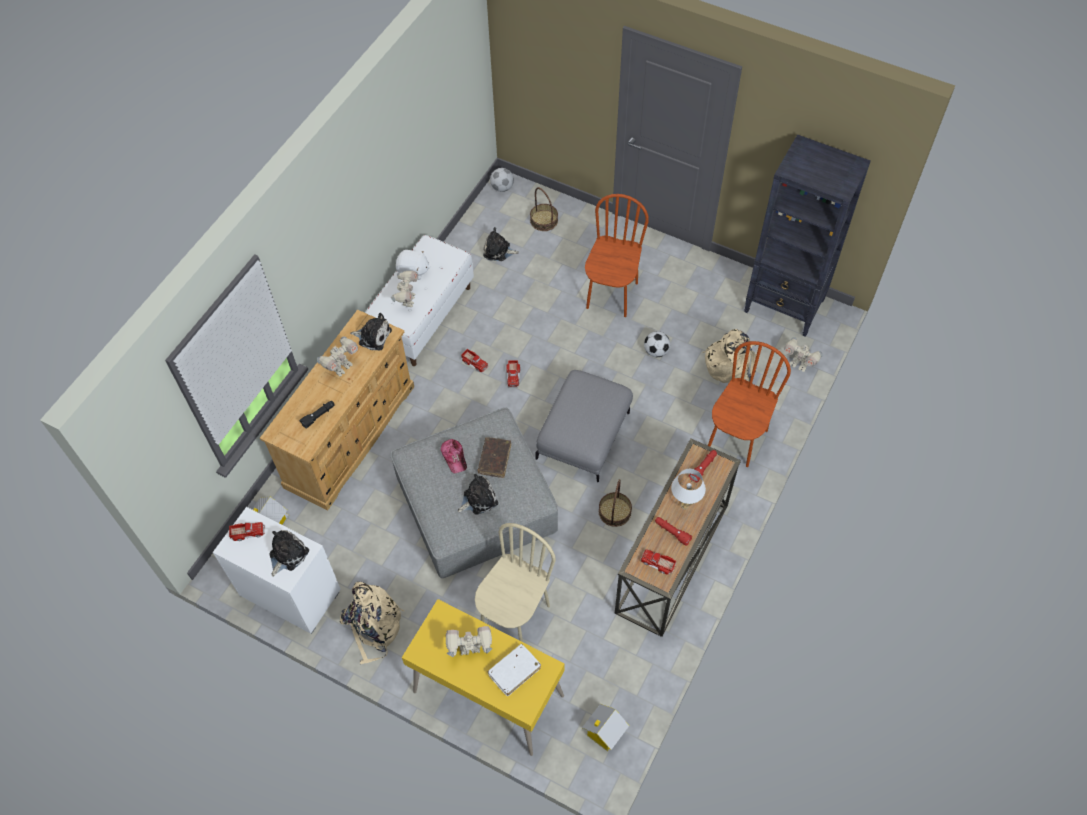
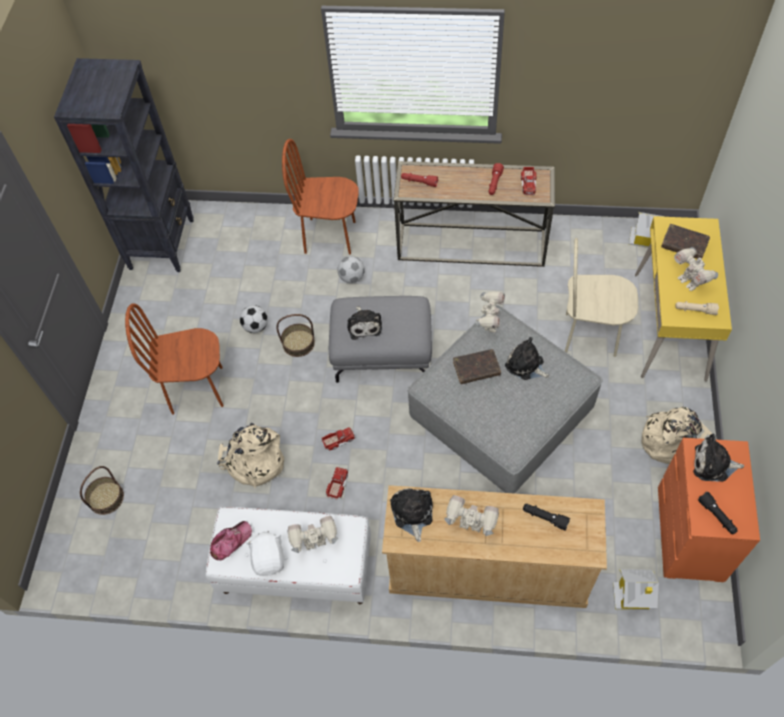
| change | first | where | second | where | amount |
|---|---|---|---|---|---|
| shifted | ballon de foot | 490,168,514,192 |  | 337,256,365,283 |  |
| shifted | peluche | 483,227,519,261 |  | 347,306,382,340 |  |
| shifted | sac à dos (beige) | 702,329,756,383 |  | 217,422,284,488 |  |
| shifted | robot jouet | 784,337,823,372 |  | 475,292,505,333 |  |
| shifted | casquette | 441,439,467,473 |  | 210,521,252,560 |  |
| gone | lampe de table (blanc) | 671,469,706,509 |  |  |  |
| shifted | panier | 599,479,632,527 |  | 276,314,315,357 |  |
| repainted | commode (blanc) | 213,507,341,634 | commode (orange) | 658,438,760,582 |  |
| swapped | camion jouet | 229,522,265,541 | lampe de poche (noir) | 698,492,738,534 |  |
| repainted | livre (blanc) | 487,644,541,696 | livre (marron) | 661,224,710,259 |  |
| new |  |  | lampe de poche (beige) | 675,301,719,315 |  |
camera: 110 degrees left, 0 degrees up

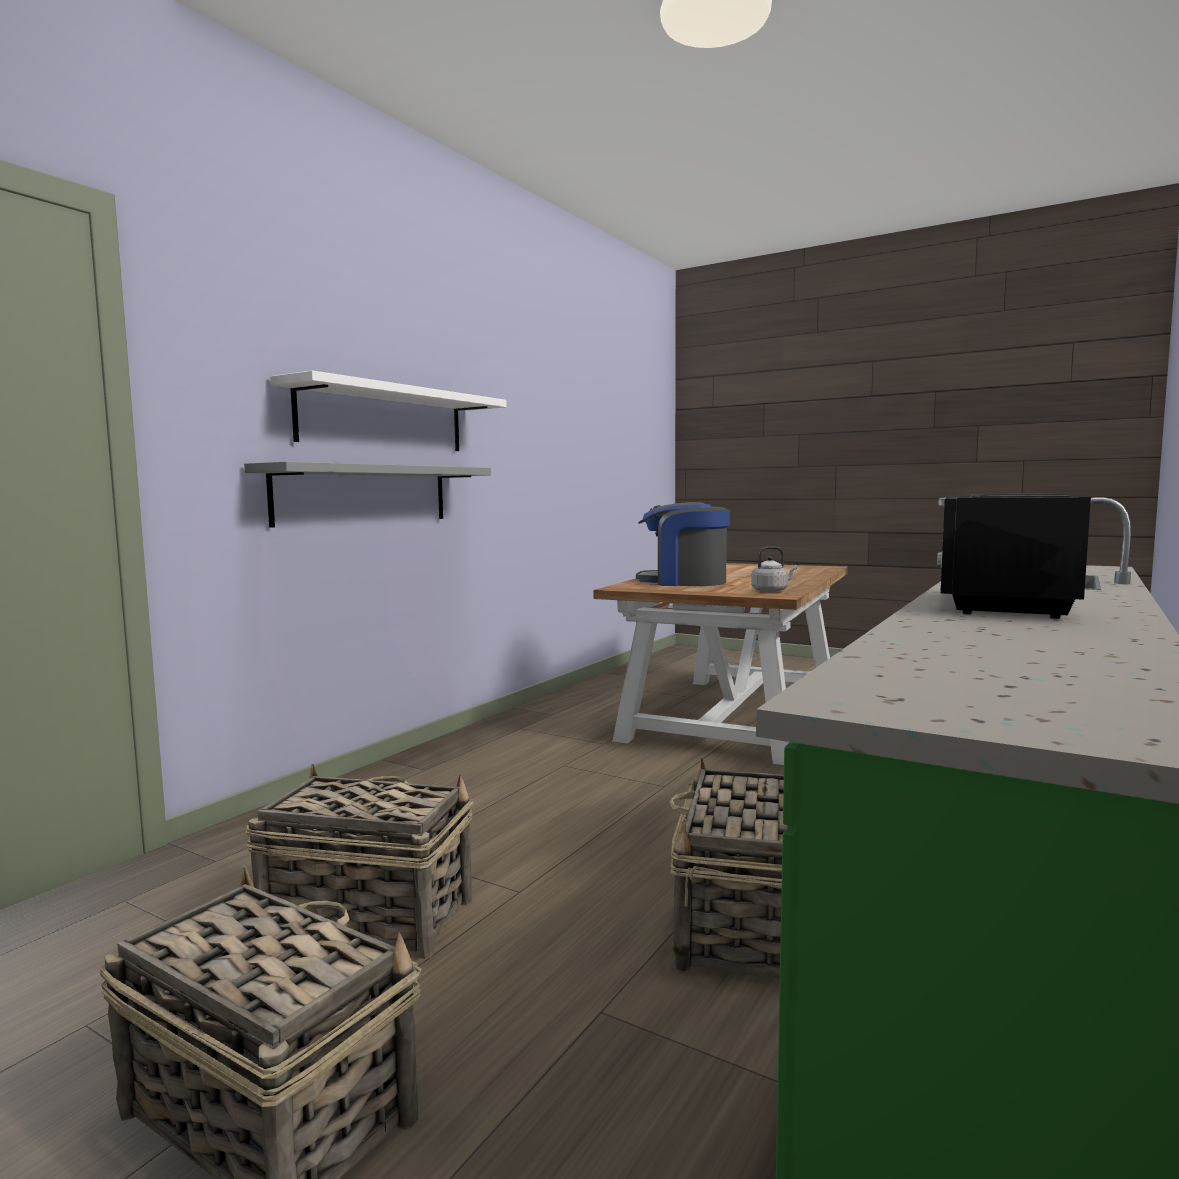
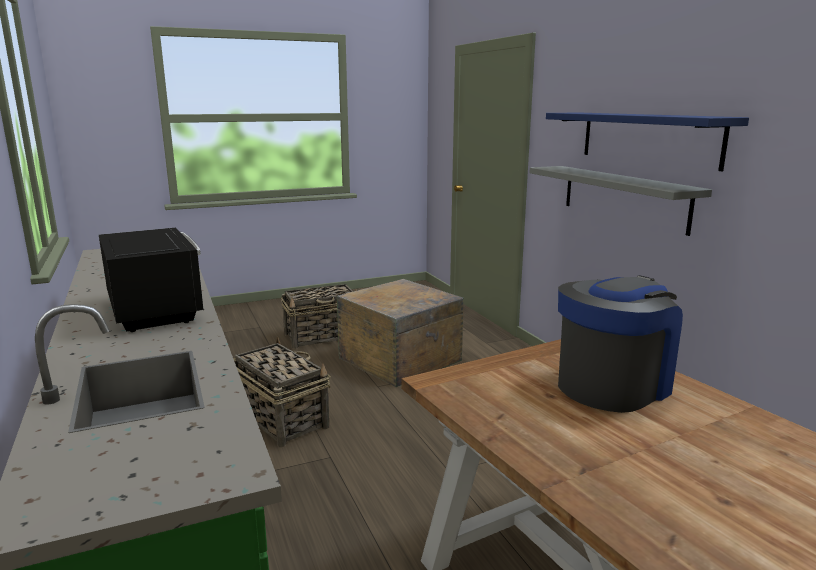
| change | first | where | second | where | amount |
|---|---|---|---|---|---|
| repainted | étagère (blanc) | 270,370,507,451 | étagère (bleu) | 546,113,749,171 |  |
| gone | bouilloire (gris) | 751,546,797,592 |  |  |  |
| swapped | panier | 246,763,474,959 | caisse | 337,279,464,387 |  |
camera: 125 degrees right, 10 degrees up

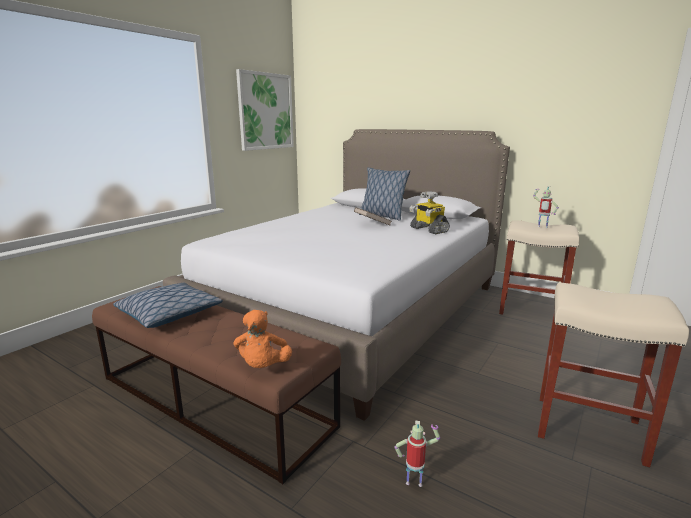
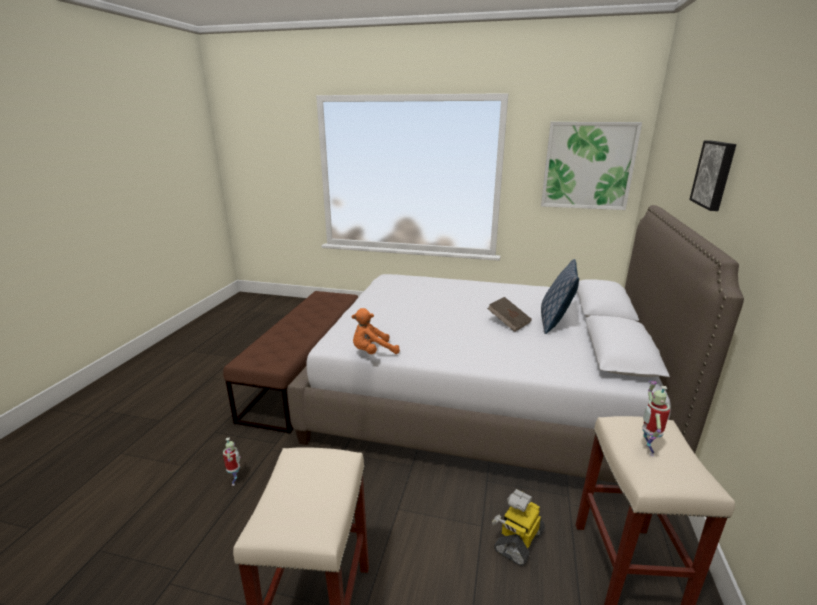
| change | first | where | second | where | amount |
|---|---|---|---|---|---|
| shifted | robot jouet | 409,191,450,234 |  | 492,489,545,566 |  |
| gone | coussin | 113,282,223,328 |  |  |  |
| shifted | peluche (orange) | 233,310,292,368 |  | 352,308,400,354 |  |
| new |  |  | tableau | 689,140,737,211 |  |
camera: 70 degrees right, 5 degrees up

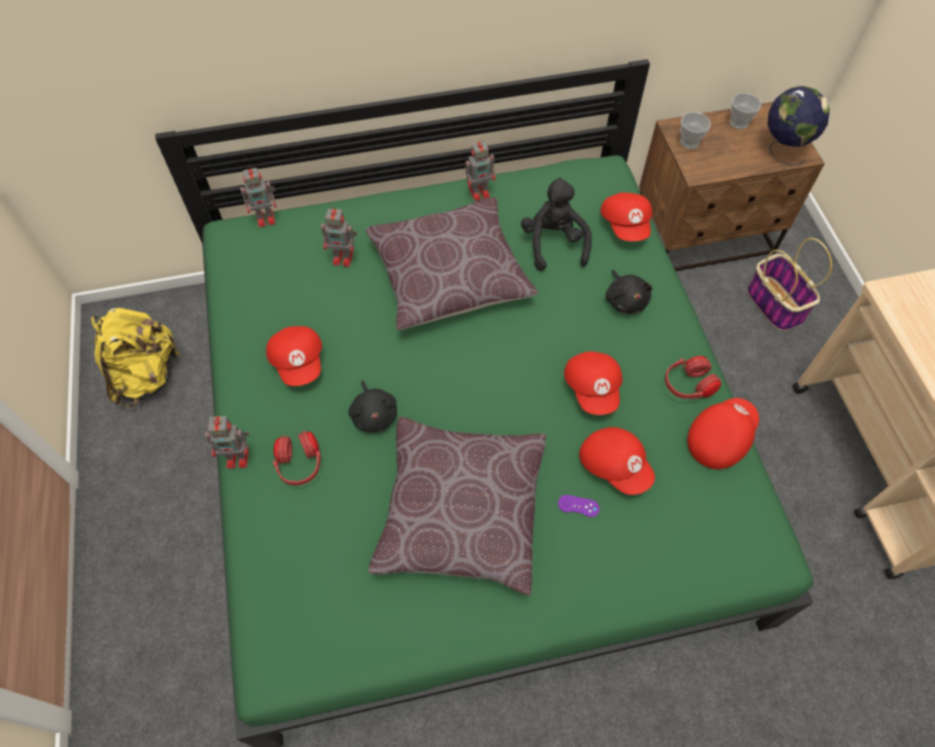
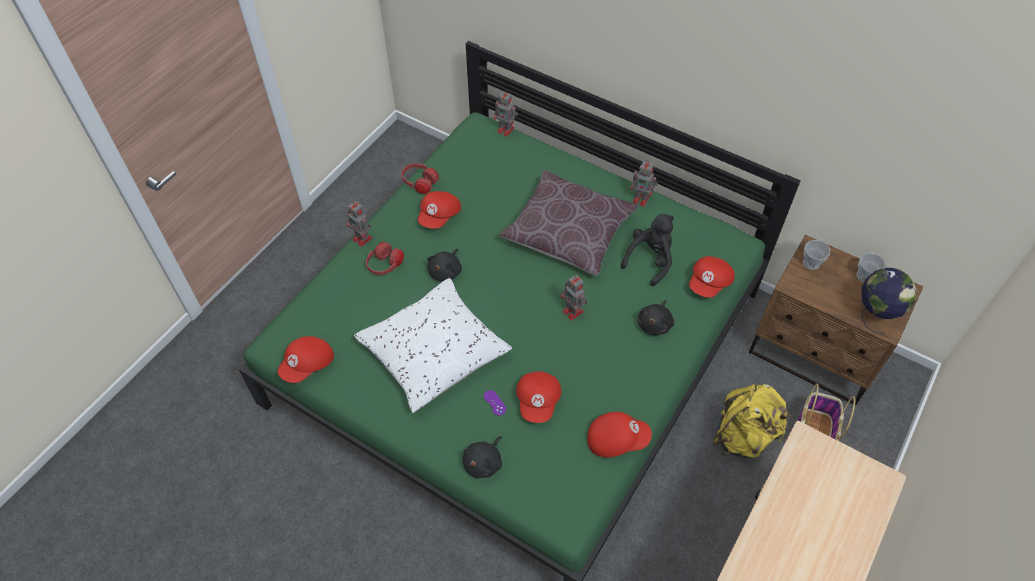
| change | first | where | second | where | amount |
|---|---|---|---|---|---|
| shifted | robot jouet | 321,207,357,267 |  | 561,274,587,321 |  |
| shifted | sac à dos (jaune) | 91,308,181,407 |  | 713,384,791,458 |  |
| shifted | casquette (rouge) | 564,351,623,415 |  | 278,336,334,383 |  |
| shifted | casque audio (rouge) | 665,356,722,399 |  | 402,164,439,194 |  |
| repainted | coussin (marron) | 369,417,546,596 | coussin (blanc) | 354,278,512,413 |  |
| new |  |  | peluche (noir) | 463,436,502,478 |  |
camera: 45 degrees right, 5 degrees down

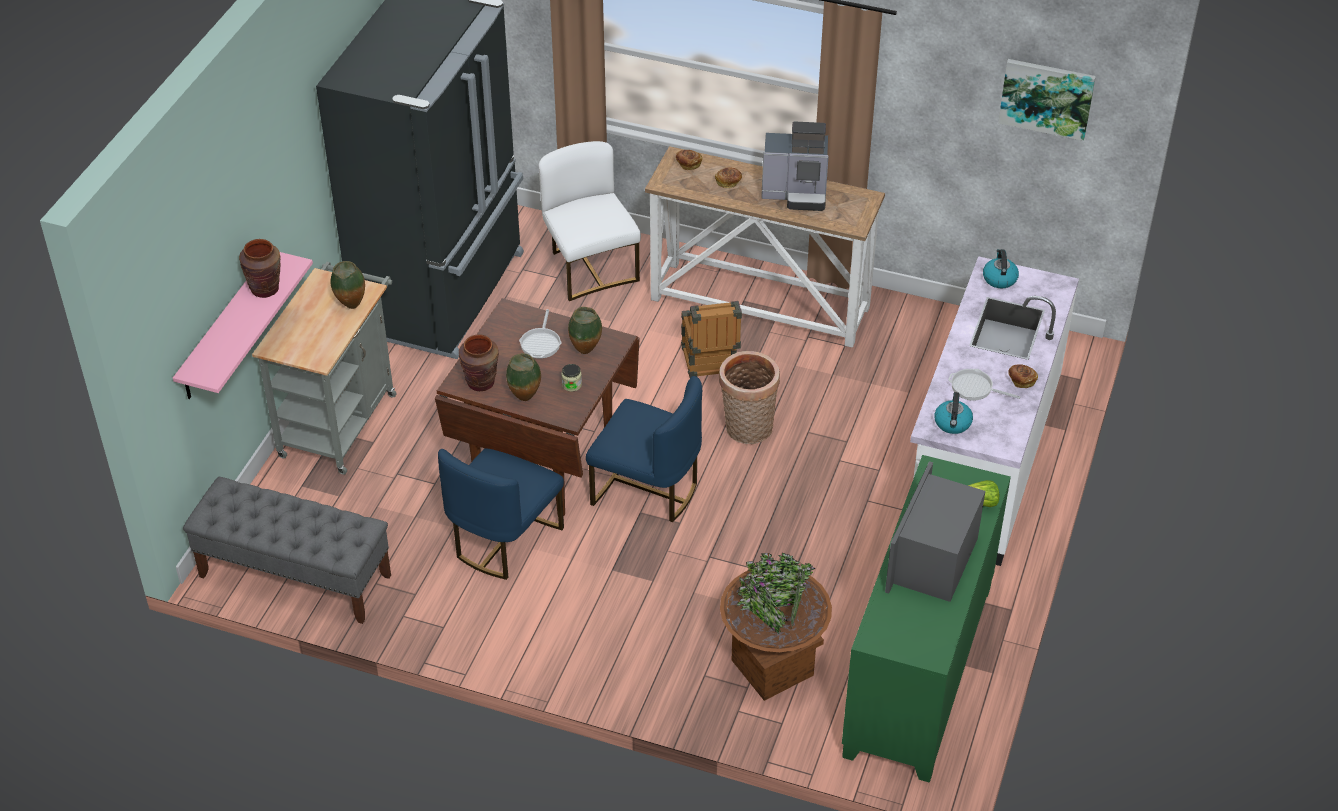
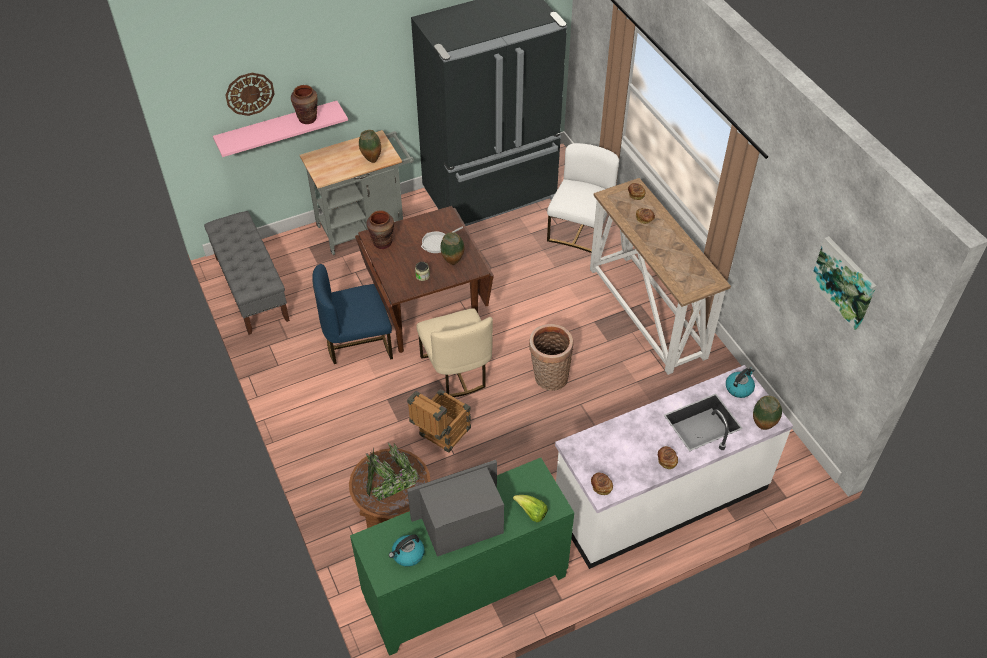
| change | first | where | second | where | amount |
|---|---|---|---|---|---|
| gone | machine à café | 761,121,829,211 |  |  |  |
| shifted | caisse | 681,301,742,378 |  | 407,389,471,453 |  |
| shifted | vase | 506,353,541,401 |  | 753,395,782,430 |  |
| gone | poêle | 948,369,1021,401 |  |  |  |
| repainted | chaise (bleu) | 586,376,702,522 | chaise (beige) | 416,308,493,397 |  |
| shifted | bouilloire | 934,392,973,434 |  | 389,534,425,567 |  |
| new |  |  | horloge murale | 225,73,275,116 |  |
| new |  |  | pain | 591,473,613,495 |  |
camera: 45 degrees right, 5 degrees up

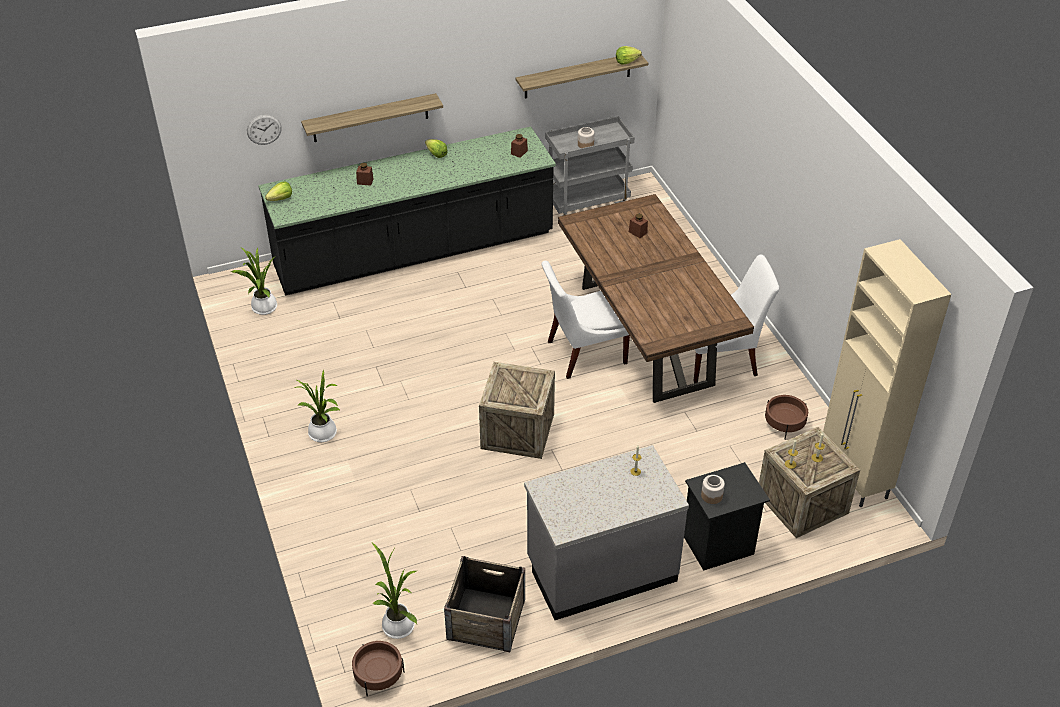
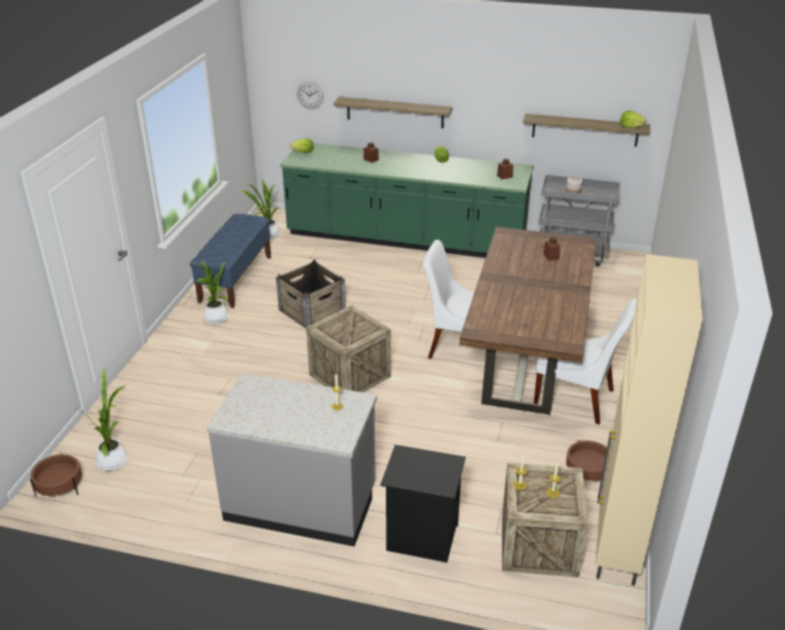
| change | first | where | second | where | amount |
|---|---|---|---|---|---|
| repainted | comptoir de cuisine (noir) | 258,127,556,296 | comptoir de cuisine (vert) | 280,143,534,258 |  |
| gone | bocal | 701,475,725,504 |  |  |  |
| shifted | caisse | 444,556,525,652 |  | 276,260,346,329 |  |
| new |  |  | banc (bleu) | 190,214,271,308 |  |
camera: 35 degrees right, 10 degrees down

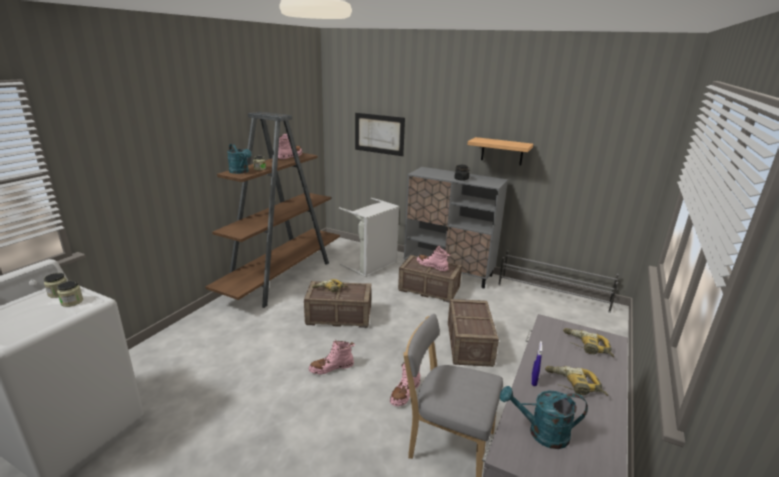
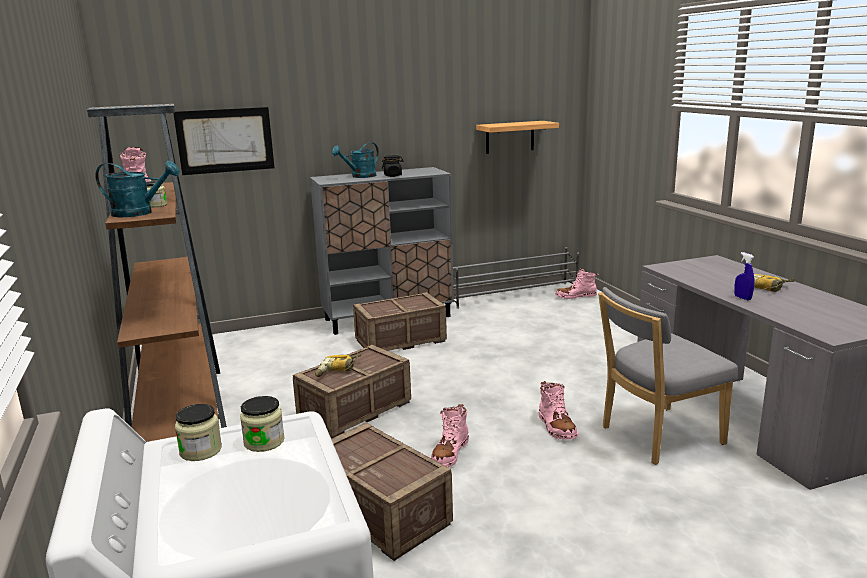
| change | first | where | second | where | amount |
|---|---|---|---|---|---|
| shifted | étagère | 468,137,533,165 |  | 476,121,559,154 |  |
| gone | panier à linge (gris) | 339,198,399,277 |  |  |  |
| shifted | botte (rose) | 417,246,450,271 |  | 555,268,599,299 |  |
| shifted | caisse | 448,299,499,367 |  | 331,423,453,561 |  |
| gone | perceuse | 563,328,614,357 |  |  |  |
| shifted | arrosoir (turquoise) | 500,386,588,449 |  | 332,142,379,178 |  |
camera: 45 degrees left, 5 degrees down

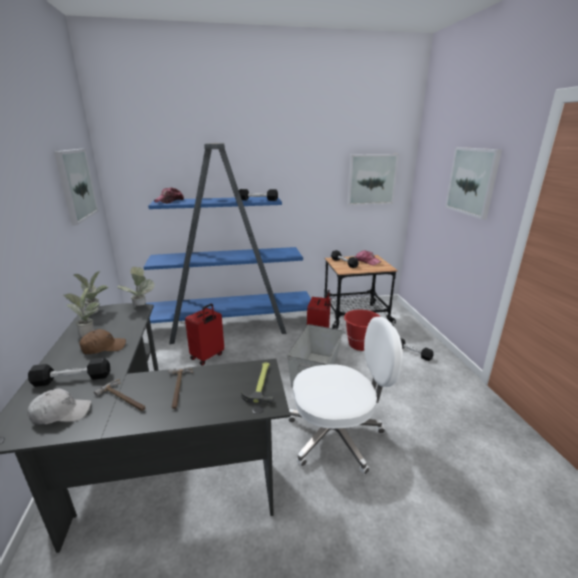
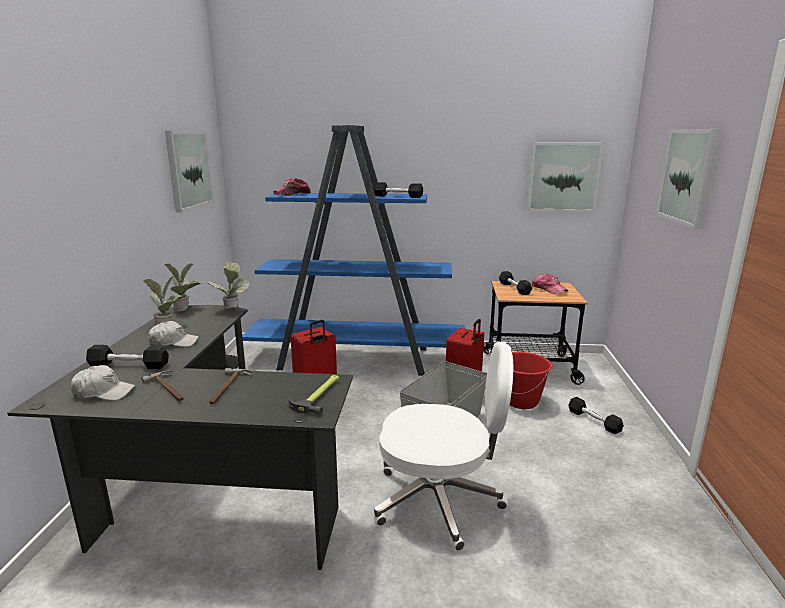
| change | first | where | second | where | amount |
|---|---|---|---|---|---|
| repainted | casquette (marron) | 79,329,126,354 | casquette (blanc) | 148,321,199,347 |  |
camera: 15 degrees right, 5 degrees down

